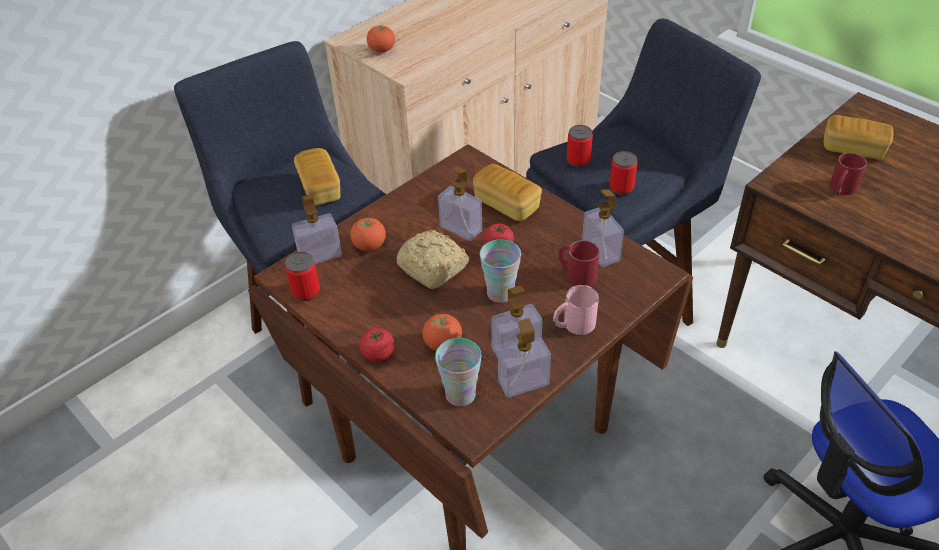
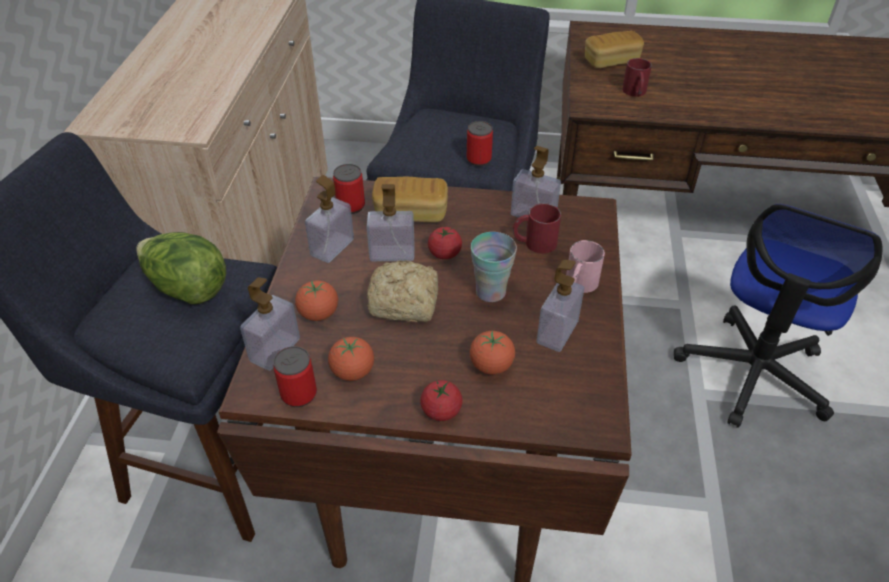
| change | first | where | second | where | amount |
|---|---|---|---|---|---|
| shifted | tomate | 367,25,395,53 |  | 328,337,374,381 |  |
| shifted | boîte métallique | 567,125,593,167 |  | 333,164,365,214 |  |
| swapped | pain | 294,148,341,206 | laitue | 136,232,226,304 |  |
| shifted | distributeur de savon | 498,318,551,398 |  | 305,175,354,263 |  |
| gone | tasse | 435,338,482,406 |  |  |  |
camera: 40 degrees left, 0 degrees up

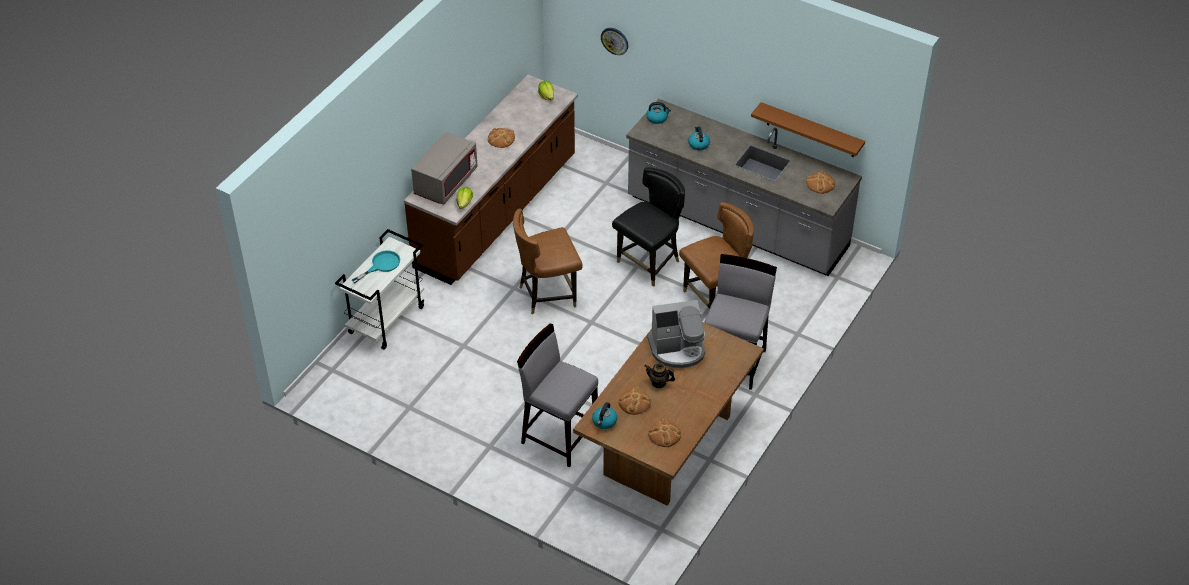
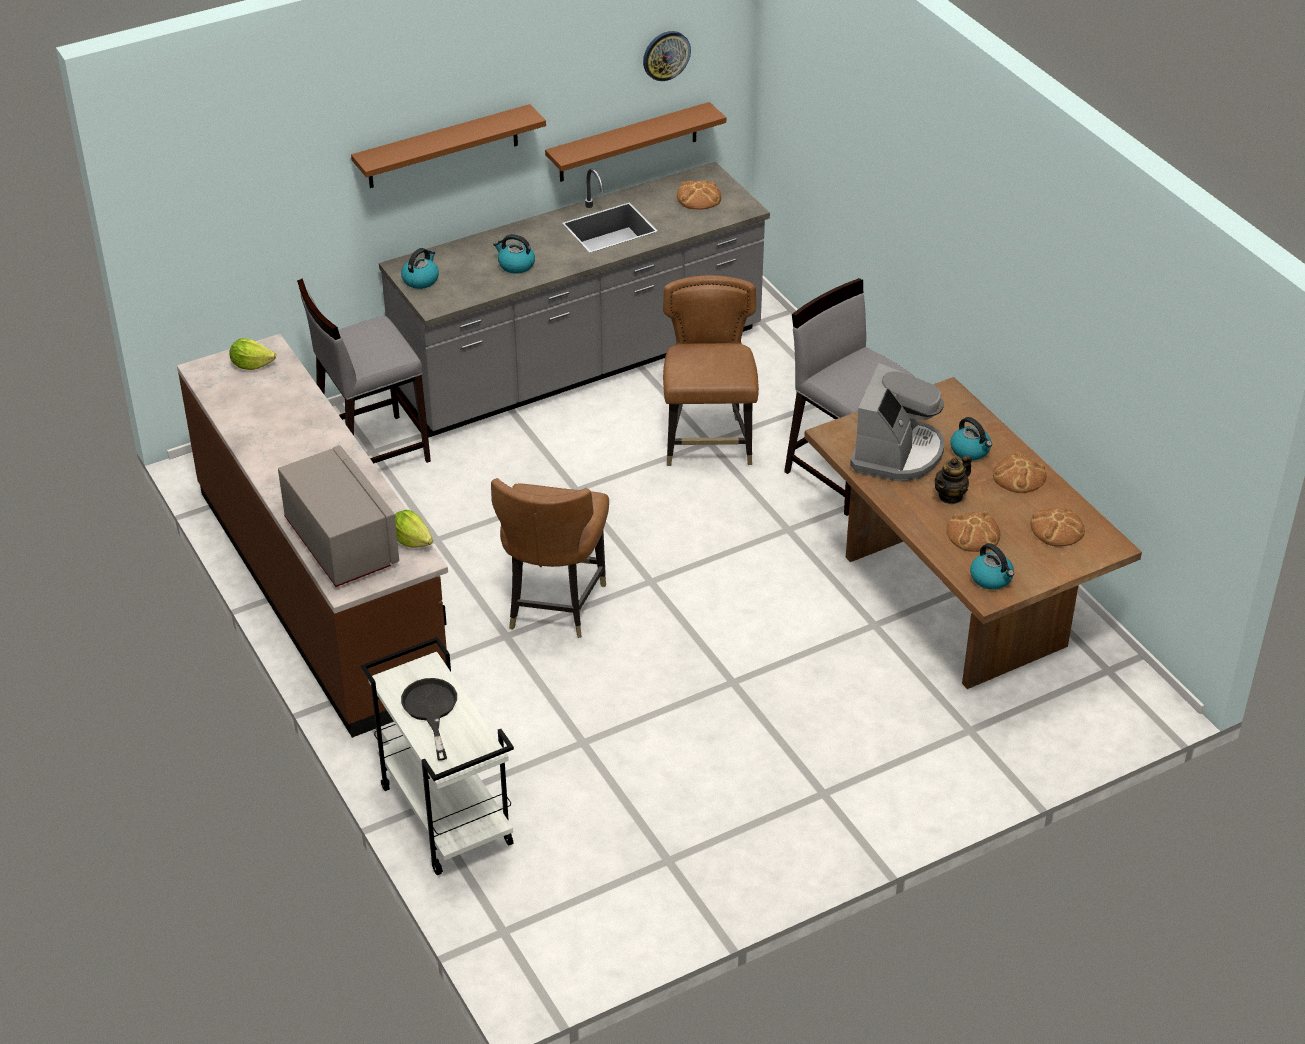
| change | first | where | second | where | amount |
|---|---|---|---|---|---|
| shifted | horloge murale | 601,28,628,55 |  | 643,31,691,81 |  |
| shifted | pain | 488,128,515,148 |  | 993,452,1047,493 |  |
| gone | chaise (noir) | 612,168,685,287 |  |  |  |
| repainted | poêle (turquoise) | 352,250,400,283 | poêle (noir) | 401,678,457,761 |  |
| shifted | tabouret (gris) | 517,323,598,467 |  | 297,278,431,463 |  |
| new |  |  | étagère (marron) | 351,104,546,188 |  |
| new |  |  | bouilloire | 950,417,992,460 |  |
camera: 60 degrees left, 5 degrees down

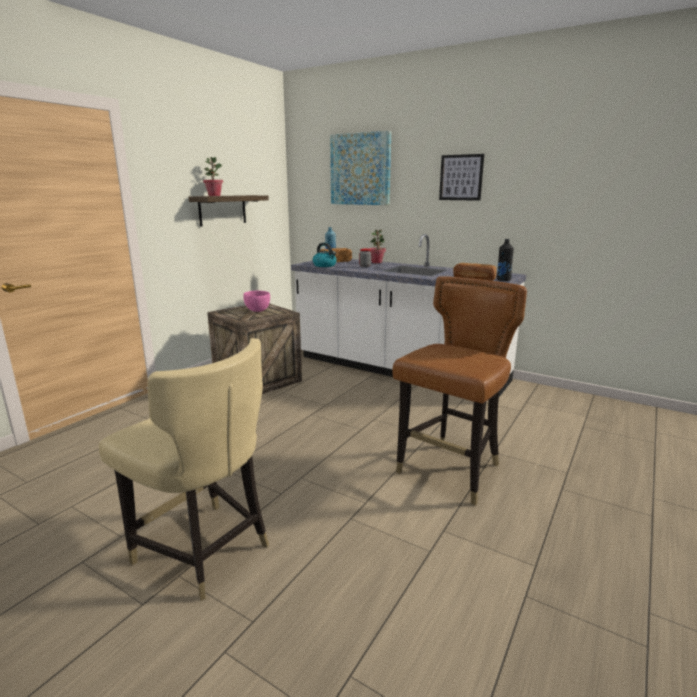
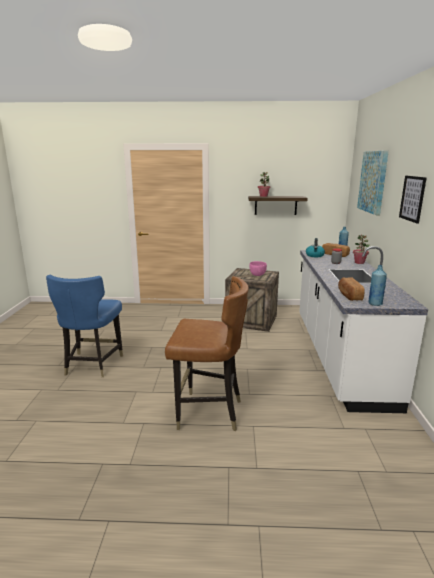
| change | first | where | second | where | amount |
|---|---|---|---|---|---|
| repainted | bouteille (noir) | 497,239,514,281 | bouteille (bleu) | 368,265,387,306 |  |
| repainted | chaise (beige) | 99,338,269,601 | chaise (bleu) | 46,275,123,377 |  |
camera: 60 degrees right, 0 degrees up

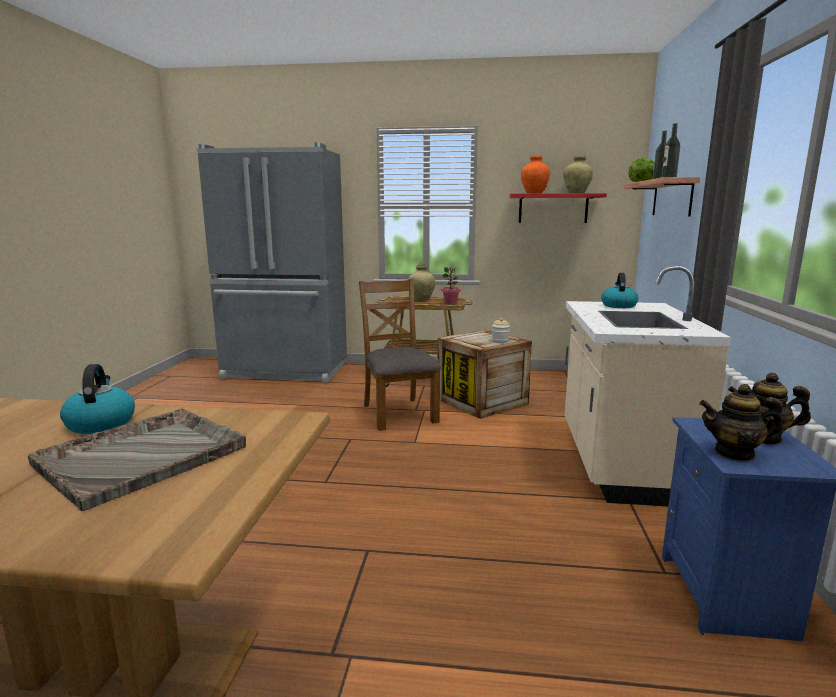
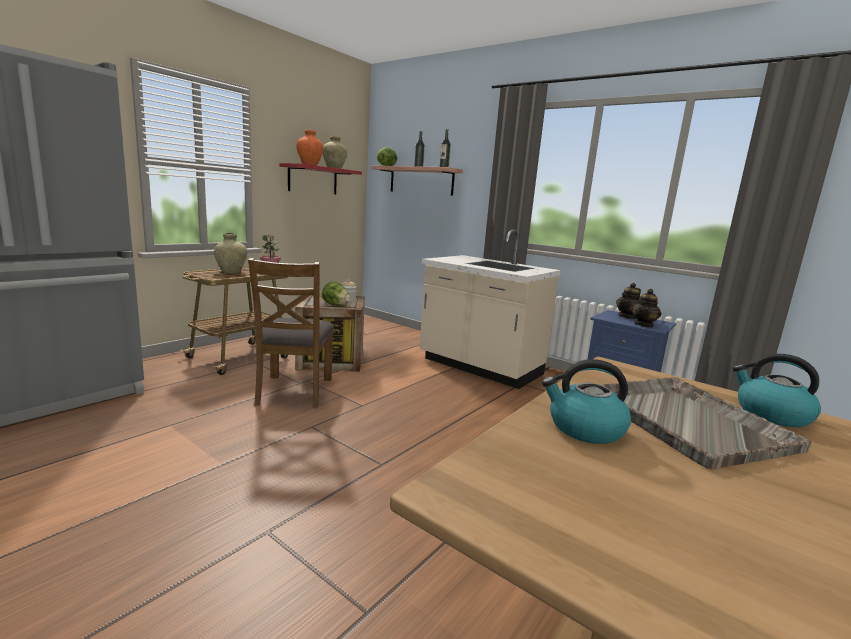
| change | first | where | second | where | amount |
|---|---|---|---|---|---|
| shifted | bouilloire | 601,273,638,308 |  | 732,354,821,427 |  |
| rotated | chaise (marron) | 359,279,441,431 |  | 248,258,334,408 | 105 degrees counterclockwise |
| new |  |  | laitue | 322,281,350,306 |  |
camera: 60 degrees left, 0 degrees up

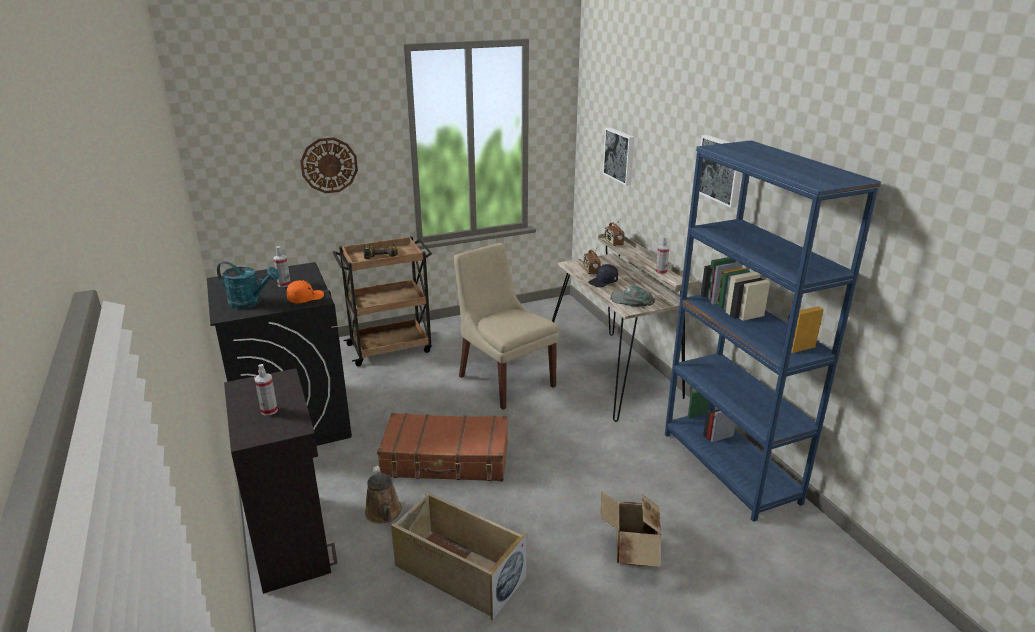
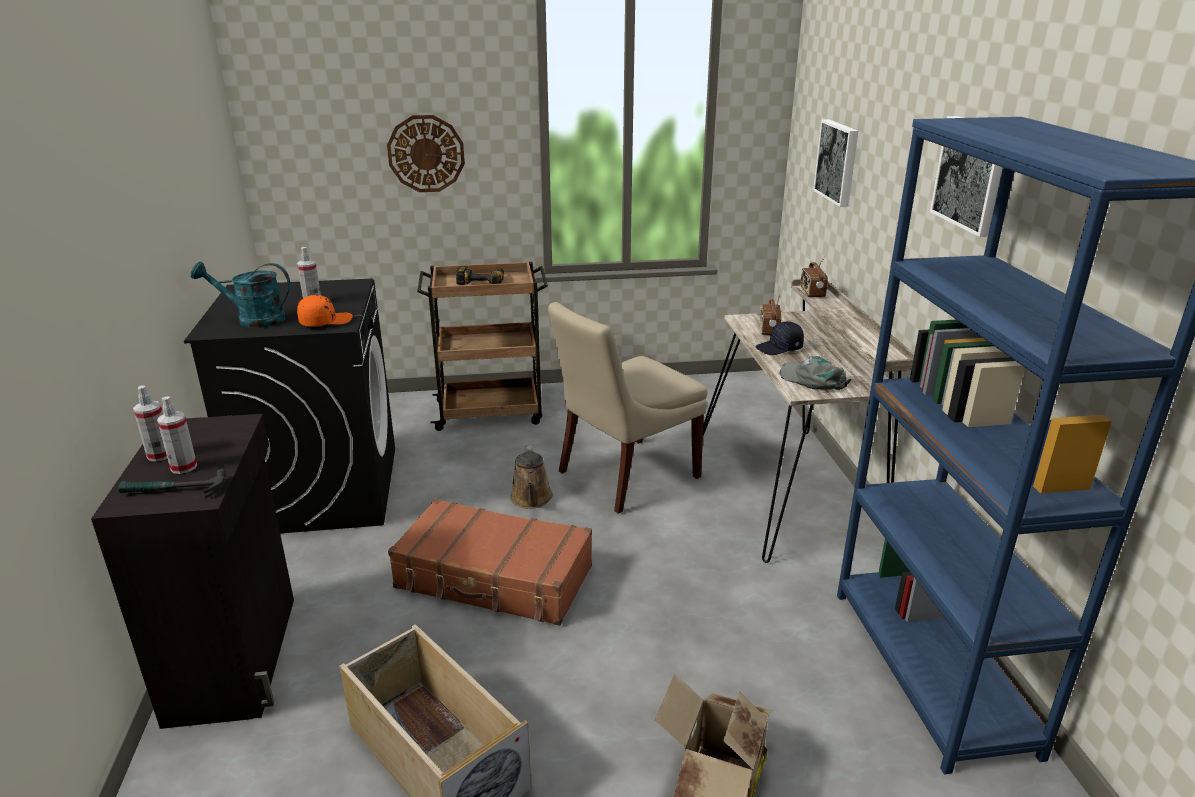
| change | first | where | second | where | amount |
|---|---|---|---|---|---|
| shifted | vaporisateur | 656,237,670,275 |  | 133,385,167,462 |  |
| rotated | chaise (beige) | 454,243,559,410 |  | 548,302,707,514 | 105 degrees counterclockwise |
| rotated | arrosoir (turquoise) | 217,261,280,309 |  | 191,262,290,328 | 150 degrees clockwise |
| shifted | arrosoir (marron) | 365,466,402,524 |  | 510,446,553,508 |  |
| new |  |  | marteau | 118,469,226,498 |  |
camera: 15 degrees right, 0 degrees up

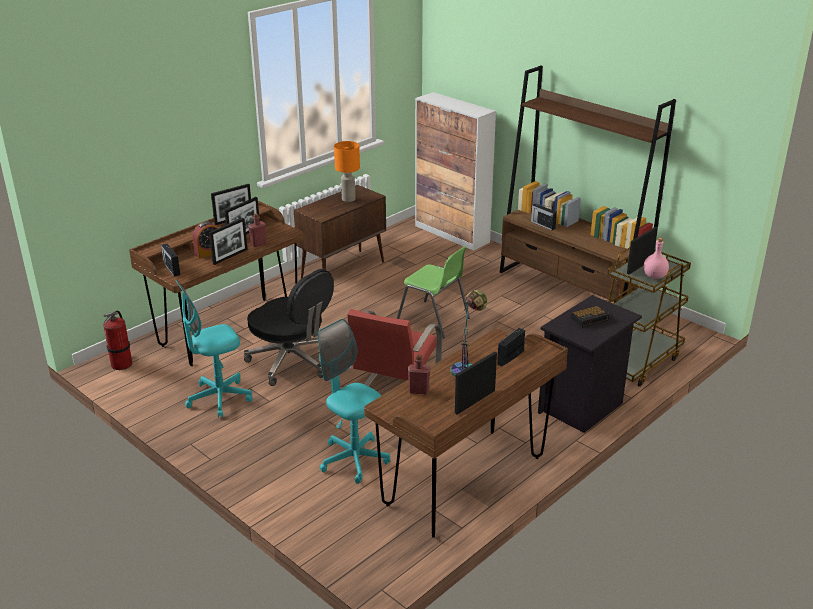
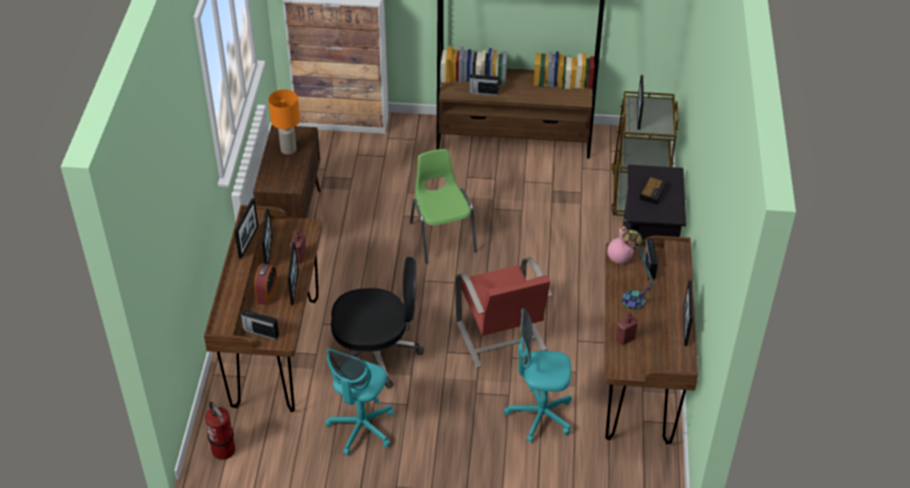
| change | first | where | second | where | amount |
|---|---|---|---|---|---|
| shifted | bouteille (rose) | 644,238,669,279 |  | 607,226,633,264 |  |
| rotated | chaise (vert) | 397,246,470,338 |  | 410,149,477,264 | 105 degrees counterclockwise |
camera: 40 degrees left, 15 degrees up

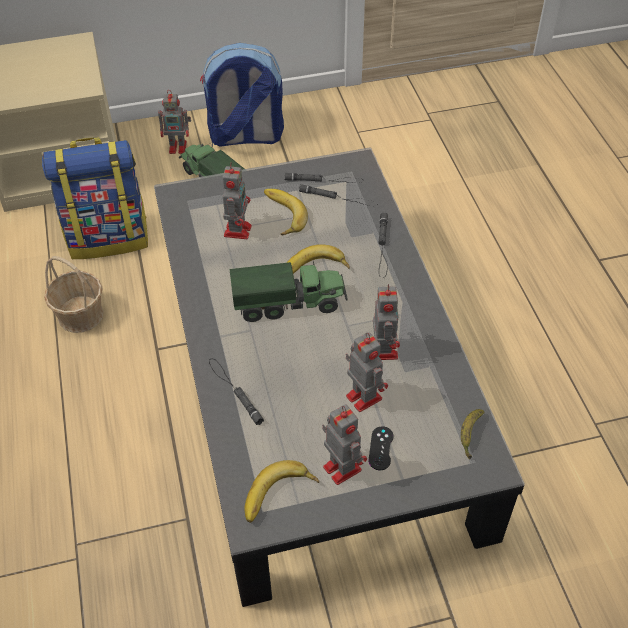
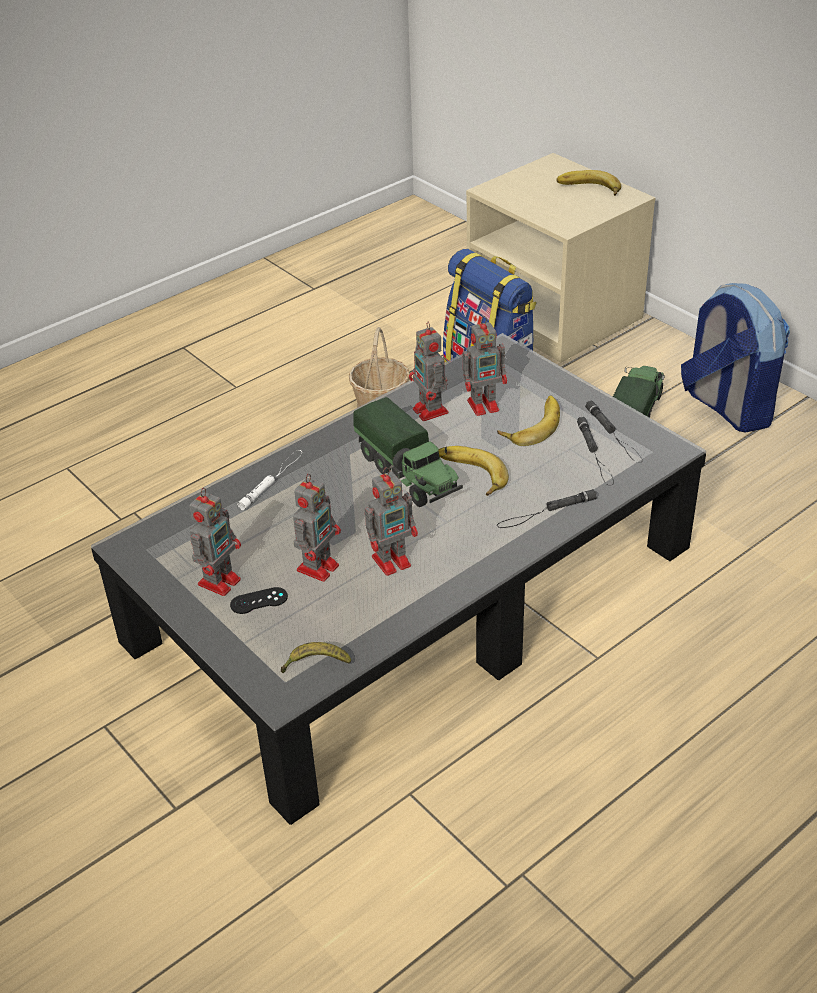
| change | first | where | second | where | amount |
|---|---|---|---|---|---|
| shifted | robot jouet | 158,91,191,154 |  | 409,322,449,421 |  |
| repainted | lampe de poche (noir) | 209,359,264,425 | lampe de poche (blanc) | 237,450,302,510 |  |
| shifted | banane | 244,460,319,523 |  | 557,170,621,196 |  |
camera: 65 degrees right, 10 degrees down

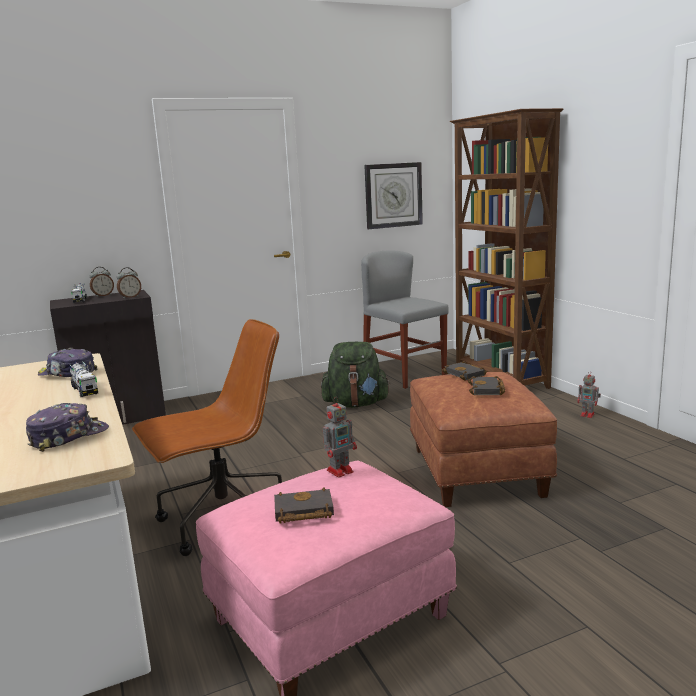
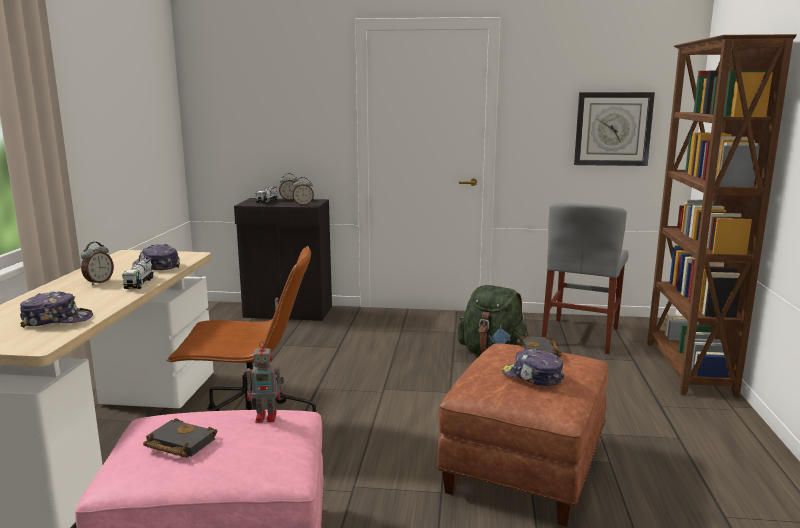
| change | first | where | second | where | amount |
|---|---|---|---|---|---|
| rotated | chaise (gris) | 361,250,449,389 |  | 542,202,629,354 | 150 degrees counterclockwise |
| gone | robot jouet | 577,370,601,418 |  |  |  |
| swapped | livre (noir) | 468,376,505,395 | casquette | 502,349,565,386 |  |
| new |  |  | réveil | 81,242,114,285 |  |
camera: 30 degrees right, 0 degrees up

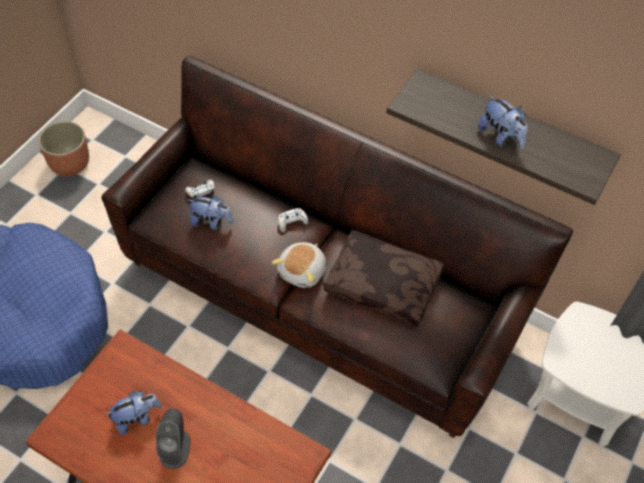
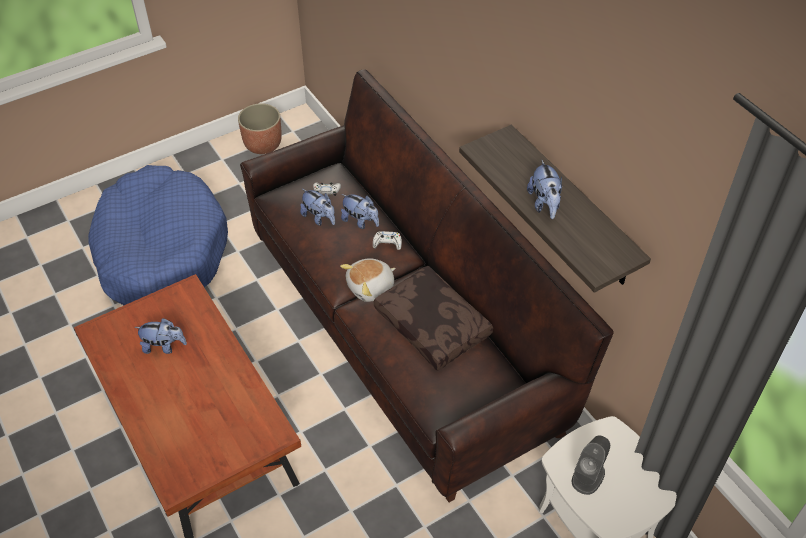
| change | first | where | second | where | amount |
|---|---|---|---|---|---|
| shifted | enceinte (gris) | 156,409,190,469 |  | 572,436,610,495 |  |
| new |  |  | peluche | 341,194,379,229 |  |
camera: 30 degrees right, 5 degrees down

